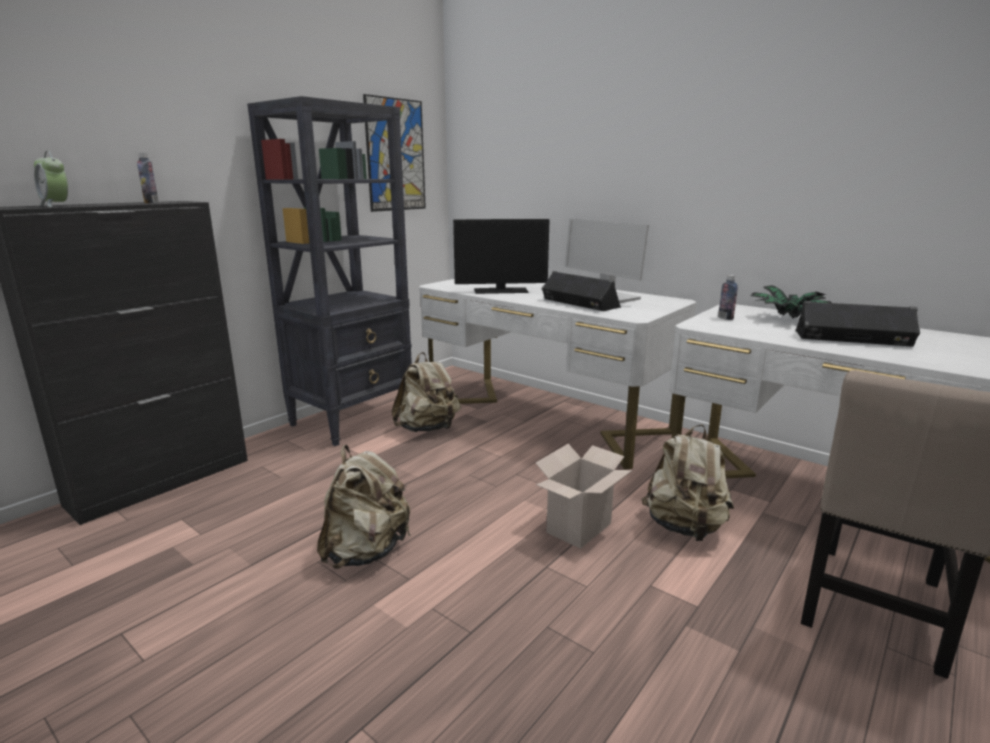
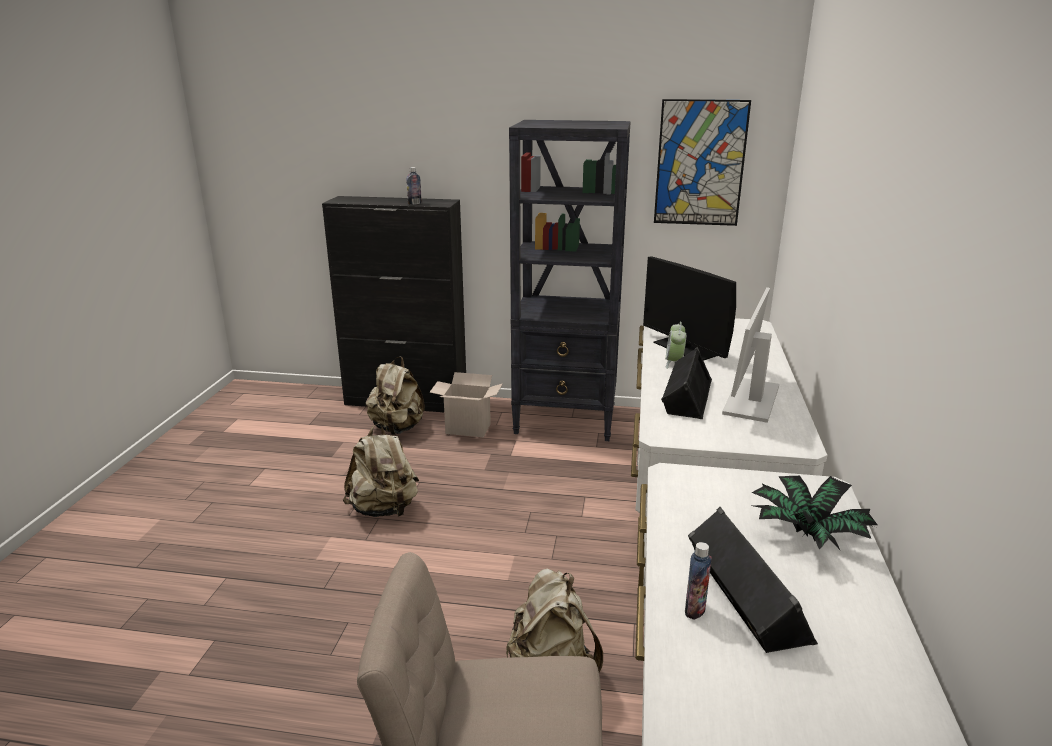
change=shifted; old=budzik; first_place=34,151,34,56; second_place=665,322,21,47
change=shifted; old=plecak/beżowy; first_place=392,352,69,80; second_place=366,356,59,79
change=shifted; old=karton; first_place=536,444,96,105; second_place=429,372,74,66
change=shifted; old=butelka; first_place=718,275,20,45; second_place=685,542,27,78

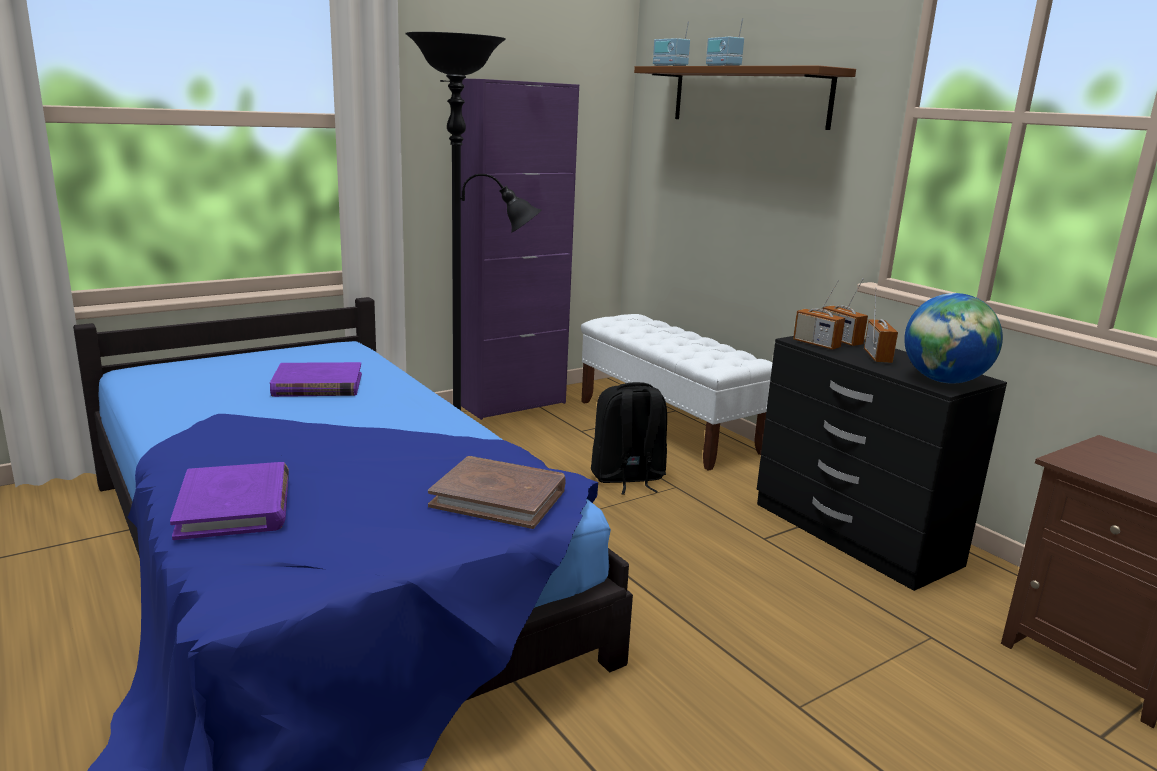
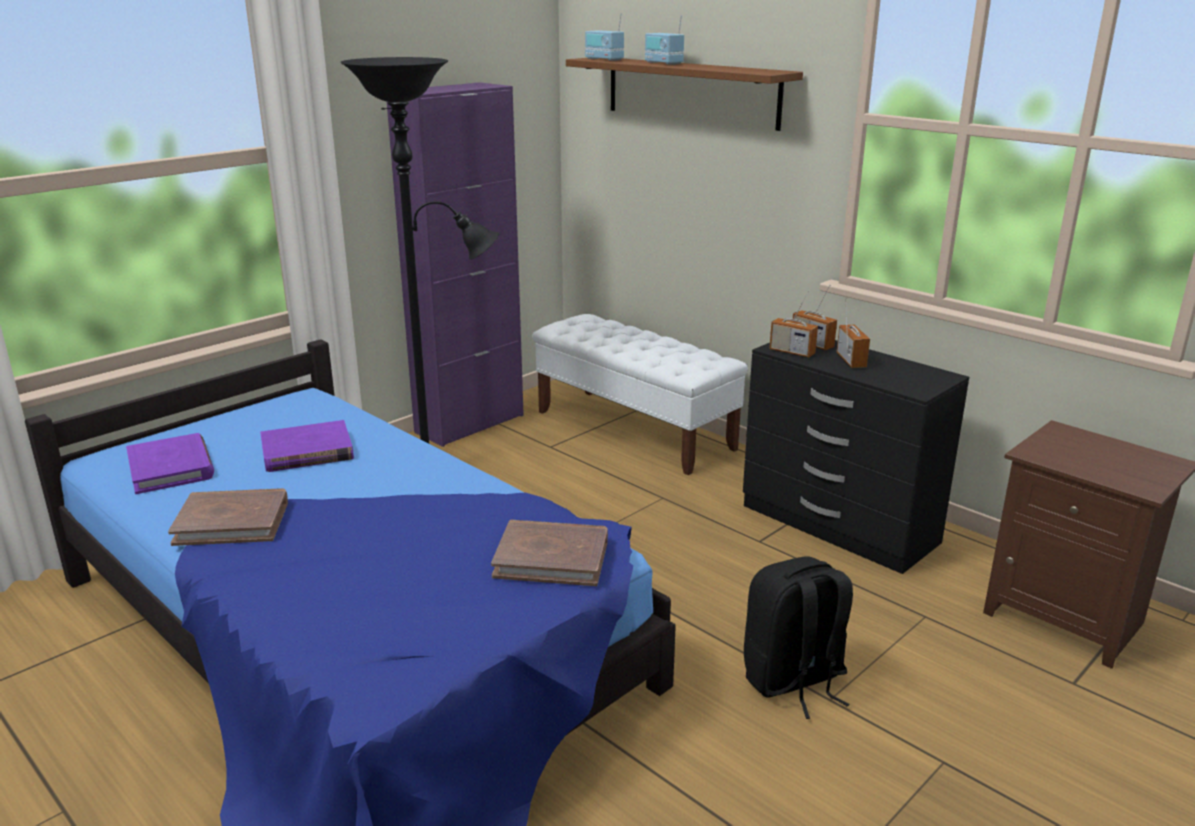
change=shifted; old=książka/fioletowy; first_place=170,462,119,78; second_place=126,433,88,61
change=shifted; old=plecak/czarny; first_place=591,382,76,113; second_place=744,556,109,163
change=gone; old=globus; first_place=904,293,99,91
change=new; new=książka/brązowy; second_place=168,488,120,58

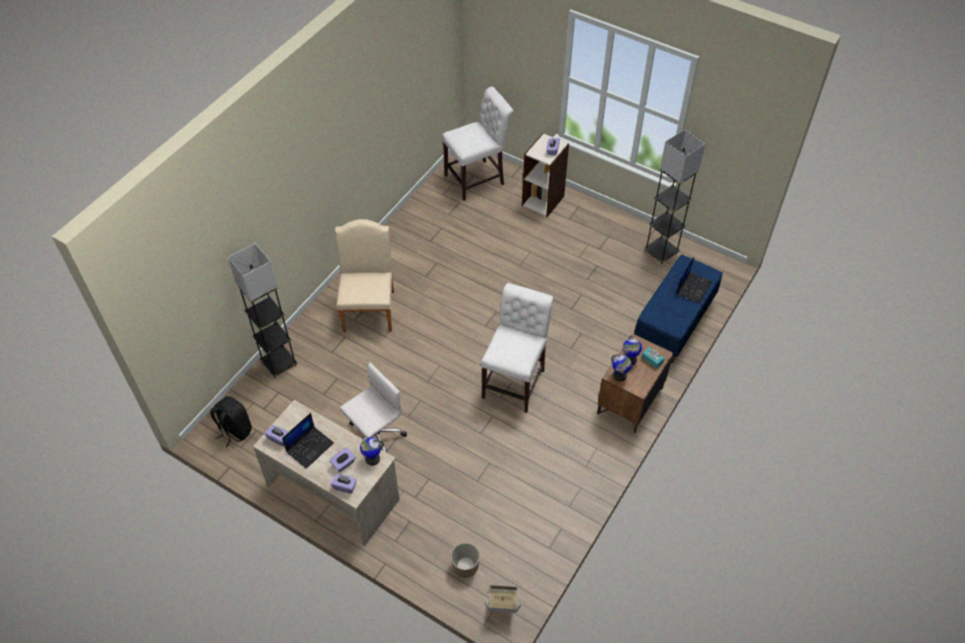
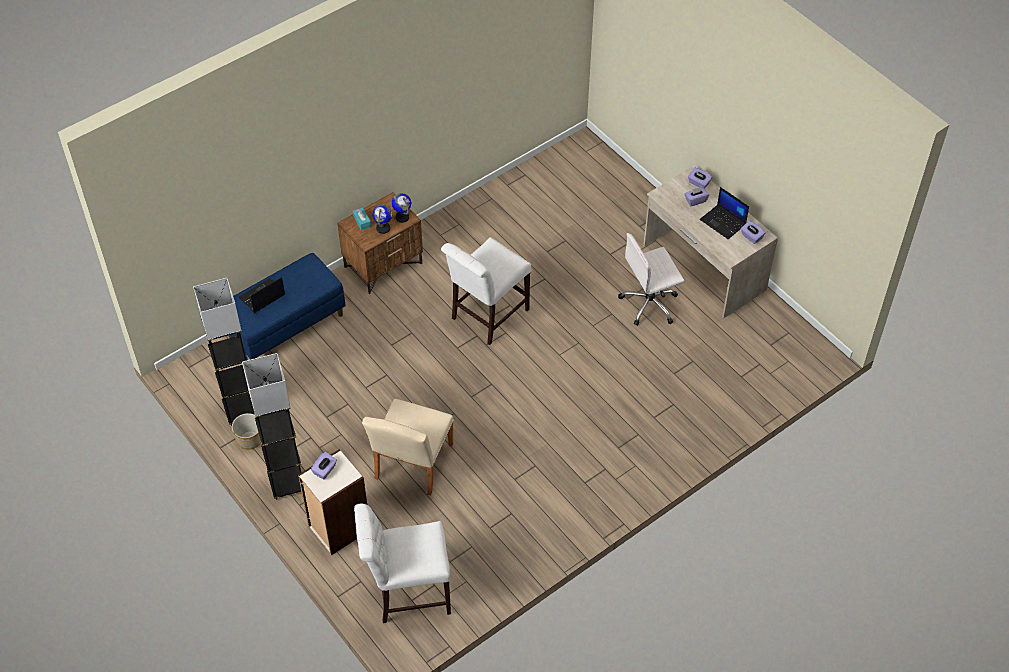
change=gone; old=plecak/czarny; first_place=210,396,42,51
change=shifted; old=lampa stojąca/szary; first_place=228,243,70,135; second_place=242,353,60,147
change=rotated; old=laptop; first_place=282,413,52,56; second_place=700,187,49,52; degrees=-105
change=shifted; old=krzesło/beżowy; first_place=335,219,59,113; second_place=362,399,92,97
change=gone; old=globus; first_place=360,437,24,29
change=shifted; old=donica; first_place=451,543,29,35; second_place=232,413,29,37
change=gone; old=karton; first_place=485,585,36,28

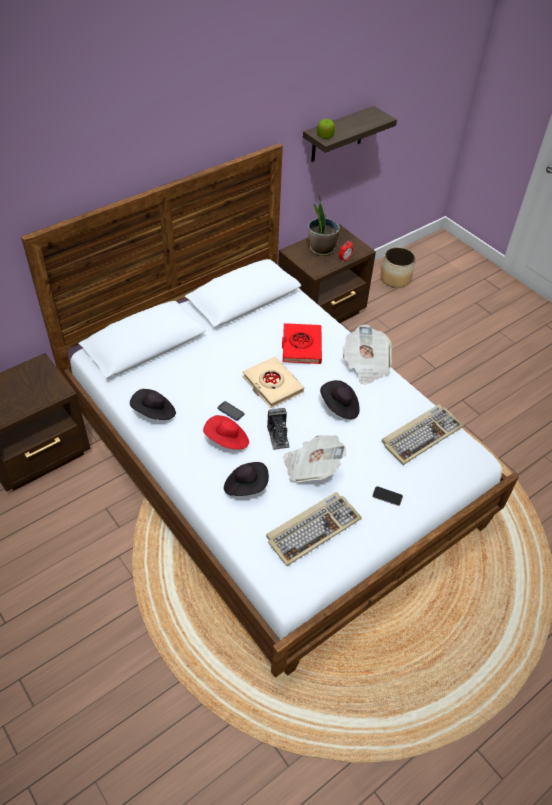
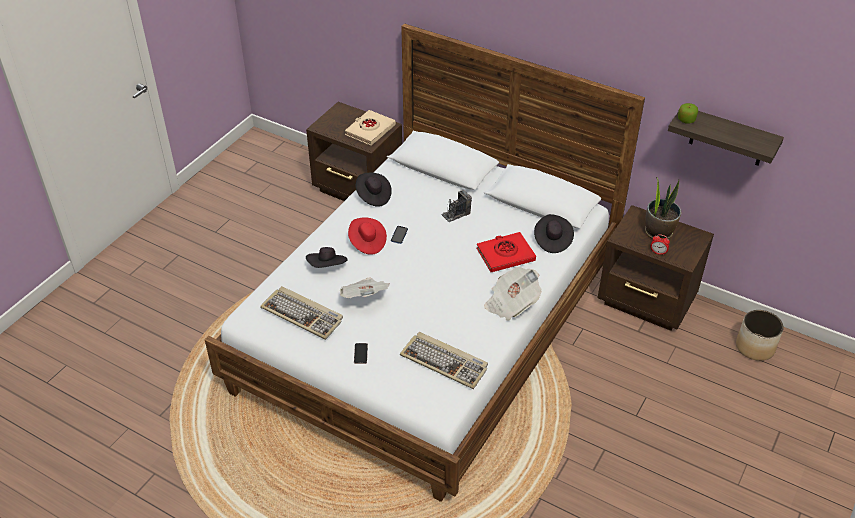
change=shifted; old=książka/beżowy; first_place=243,356,61,52; second_place=345,110,51,36
change=shifted; old=aparat fotograficzny; first_place=267,408,23,42; second_place=441,190,31,32
change=shifted; old=kapelusz/czarny; first_place=320,380,40,39; second_place=534,214,40,39

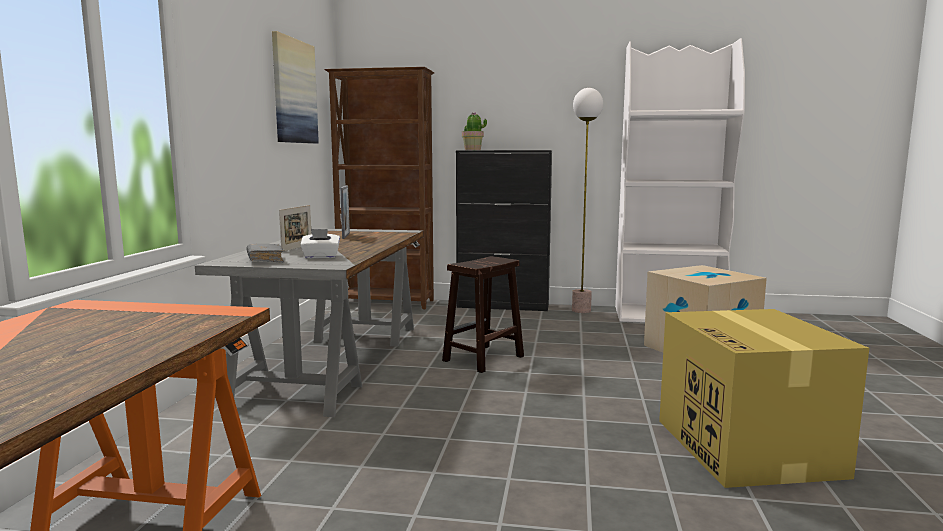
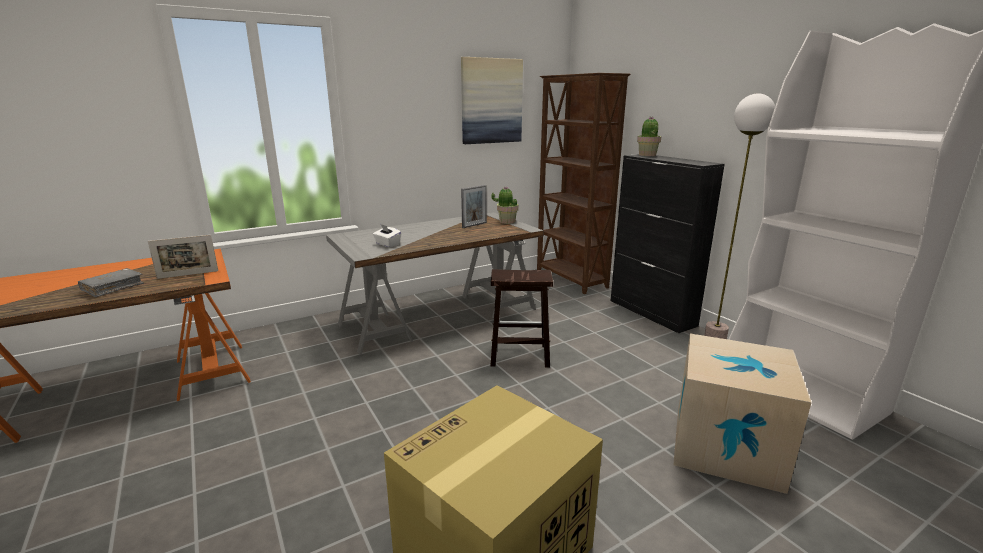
change=shifted; old=książka/szary; first_place=247,244,38,19; second_place=78,268,66,29
change=shifted; old=ramka na zdjęcie; first_place=279,205,32,47; second_place=148,235,70,44
change=new; new=roślina doniczkowa; second_place=491,187,28,37

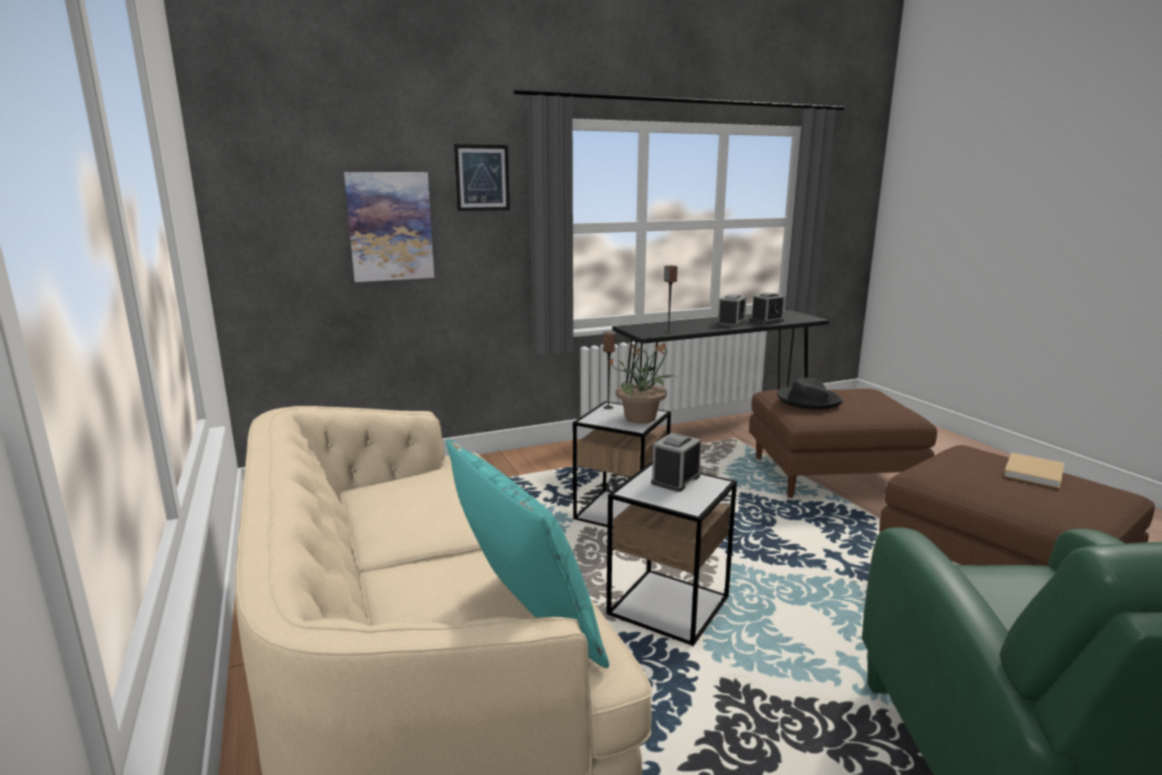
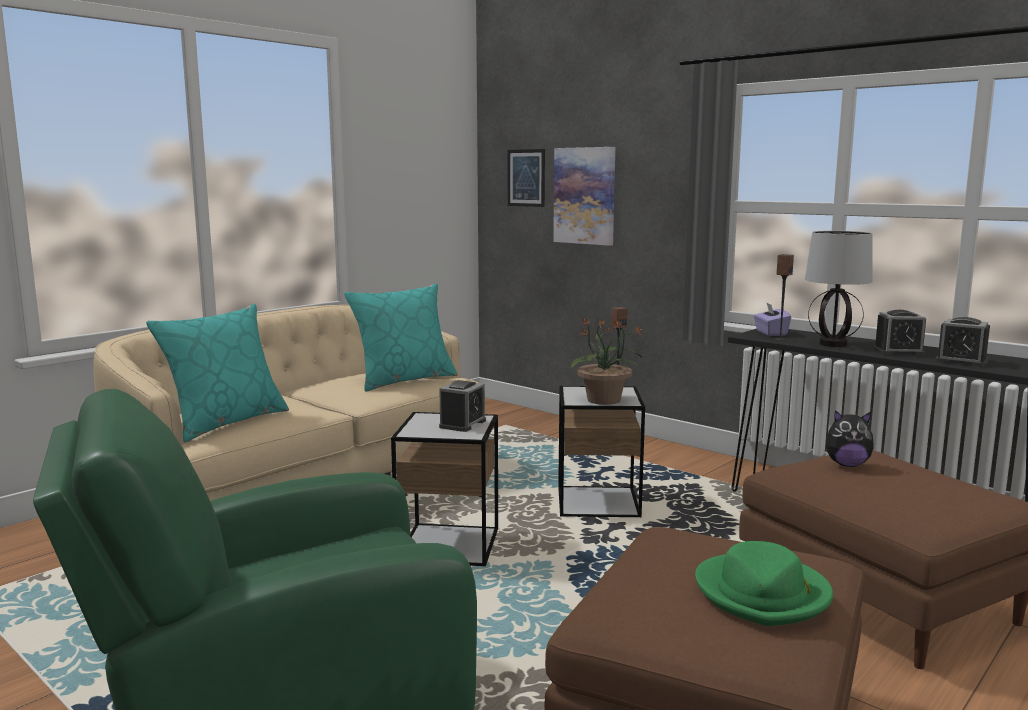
change=shifted; old=obraz; first_place=454,144,56,67; second_place=508,149,37,58
change=rotated; old=budzik; first_place=651,433,50,59; second_place=439,380,47,52; degrees=105
change=swapped; old=kapelusz/czarny; new=pluszak; first_place=777,378,66,32; second_place=826,410,48,57
change=swapped; old=książka/beżowy; new=kapelusz/zielony; first_place=1004,452,60,36; second_place=695,541,138,85
change=new; new=poduszka/turkusowy; second_place=344,283,114,109
change=new; new=pudełko chusteczek/fioletowy; second_place=754,302,37,34
change=new; new=lampa stołowa; second_place=805,231,68,116

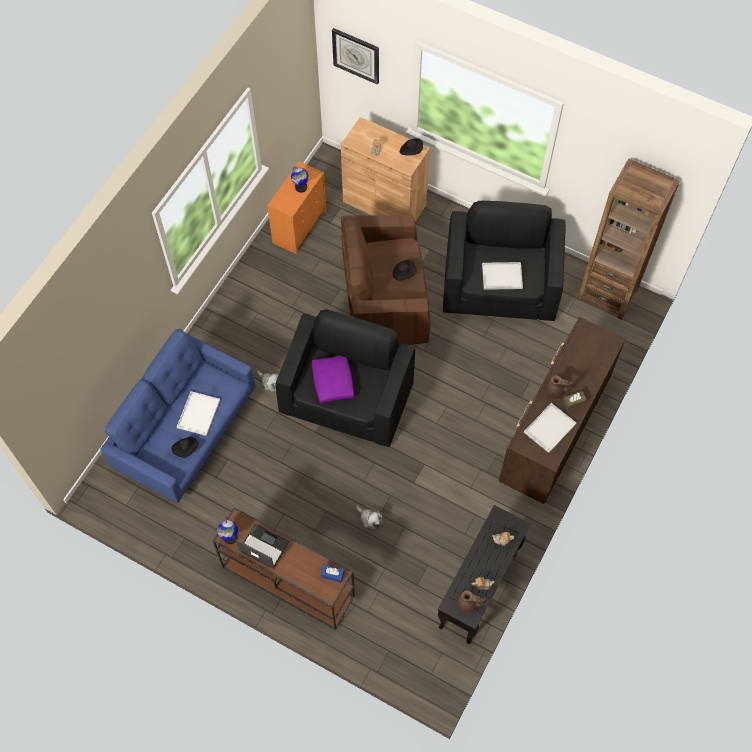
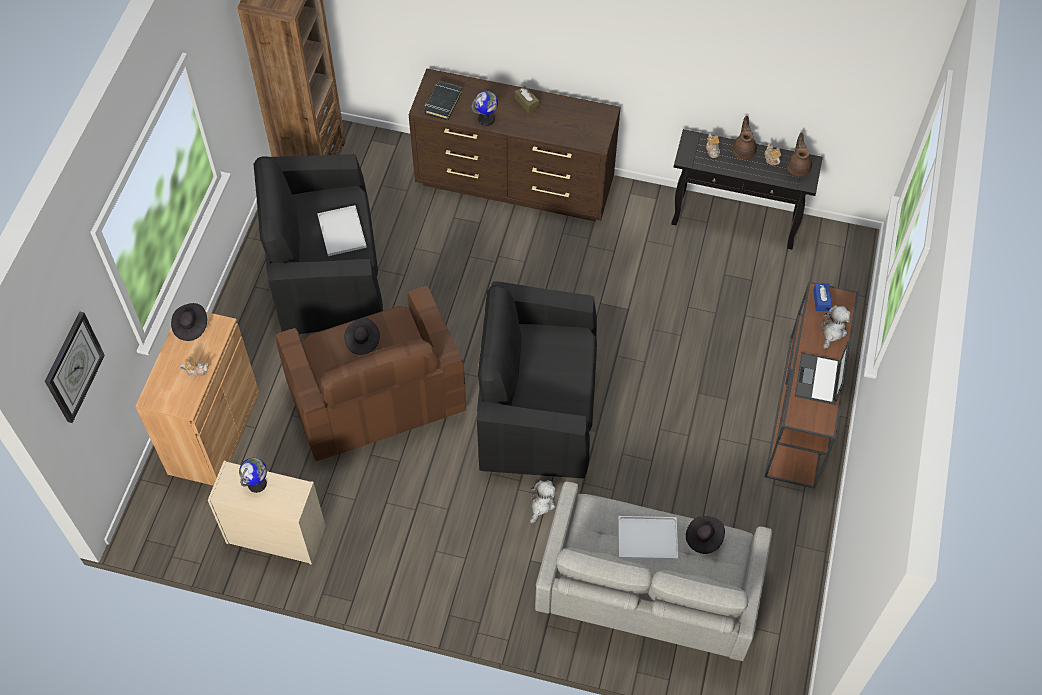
change=repainted; old=kanapa/niebieski; new=kanapa/szary; first_place=101,329,155,174; second_place=535,481,237,180
change=shifted; old=globus; first_place=217,517,21,27; second_place=472,91,26,35
change=repainted; old=komoda/pomarańczowy; new=komoda/beżowy; first_place=267,161,59,94; second_place=208,461,118,104
change=gone; old=poduszka/fioletowy; first_place=312,356,42,48
change=shifted; old=pluszak; first_place=356,506,27,23; second_place=822,305,29,44
change=gone; old=taca/biały; first_place=524,403,52,50
change=shifted; old=imbryk/brązowy; first_place=545,375,29,23; second_place=732,116,25,43
change=new; new=książka/czarny; second_place=424,81,38,40

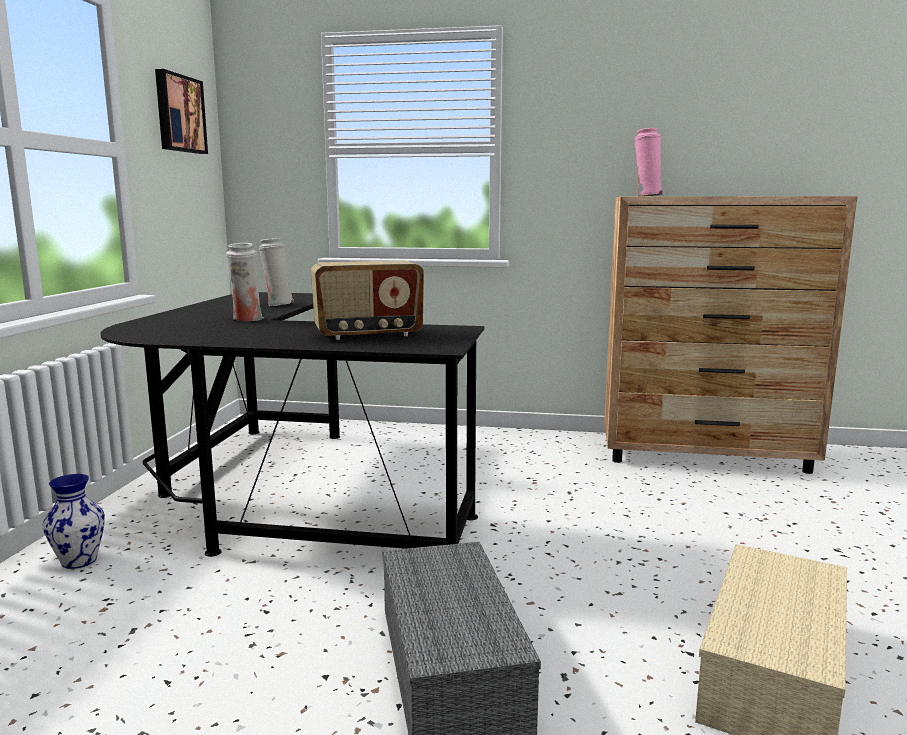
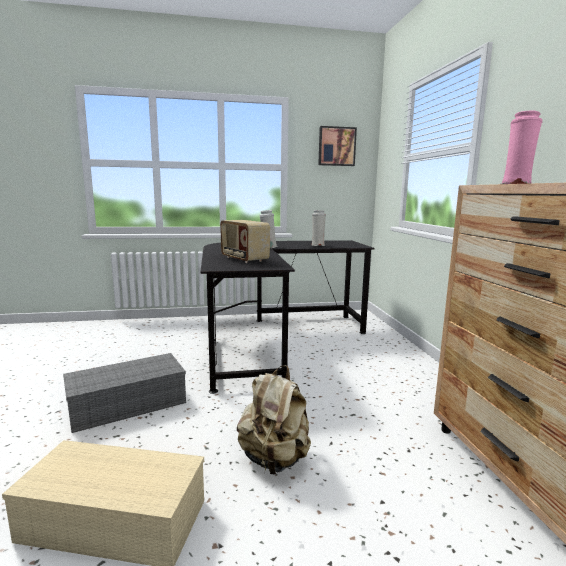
change=gone; old=wazon; first_place=42,474,63,95
change=new; new=plecak/beżowy; second_place=237,365,74,110

